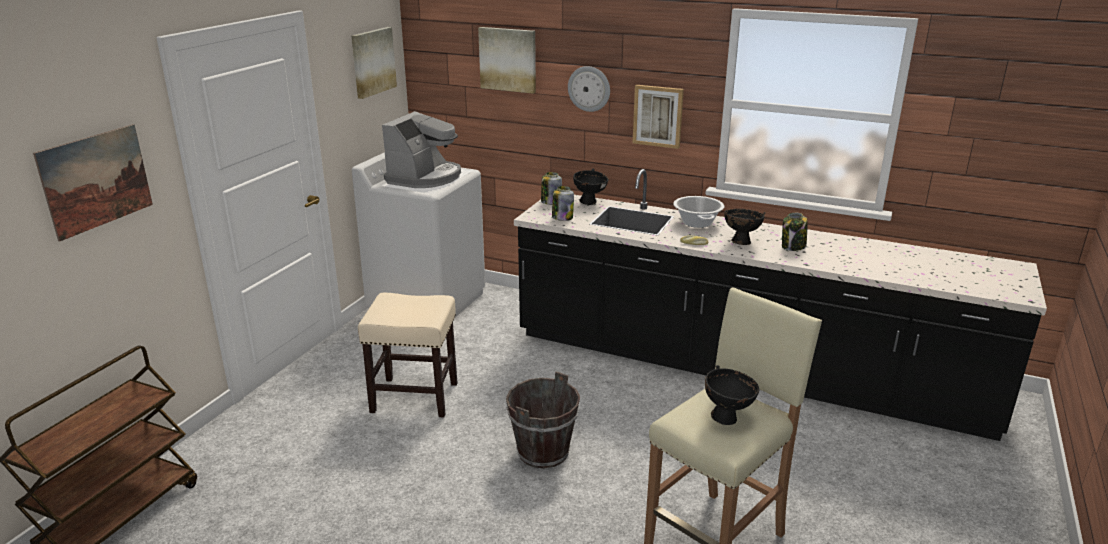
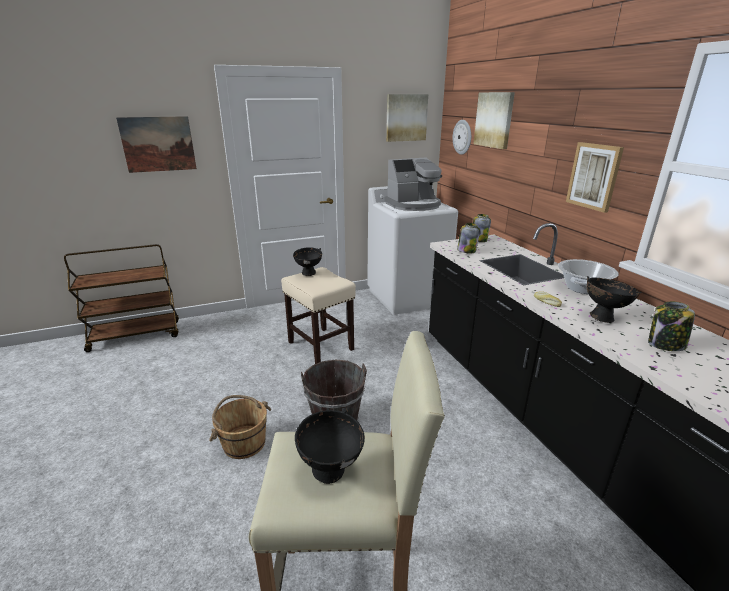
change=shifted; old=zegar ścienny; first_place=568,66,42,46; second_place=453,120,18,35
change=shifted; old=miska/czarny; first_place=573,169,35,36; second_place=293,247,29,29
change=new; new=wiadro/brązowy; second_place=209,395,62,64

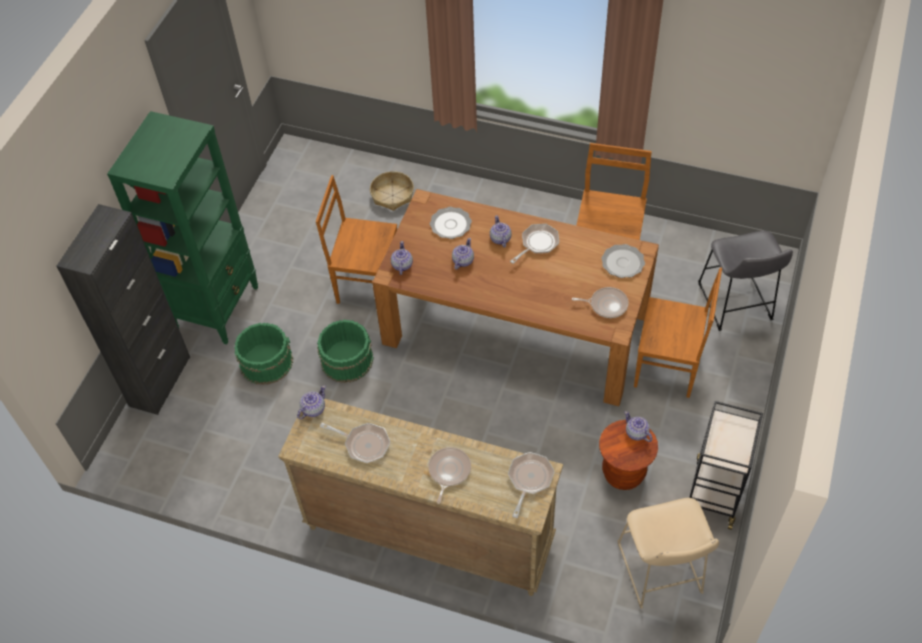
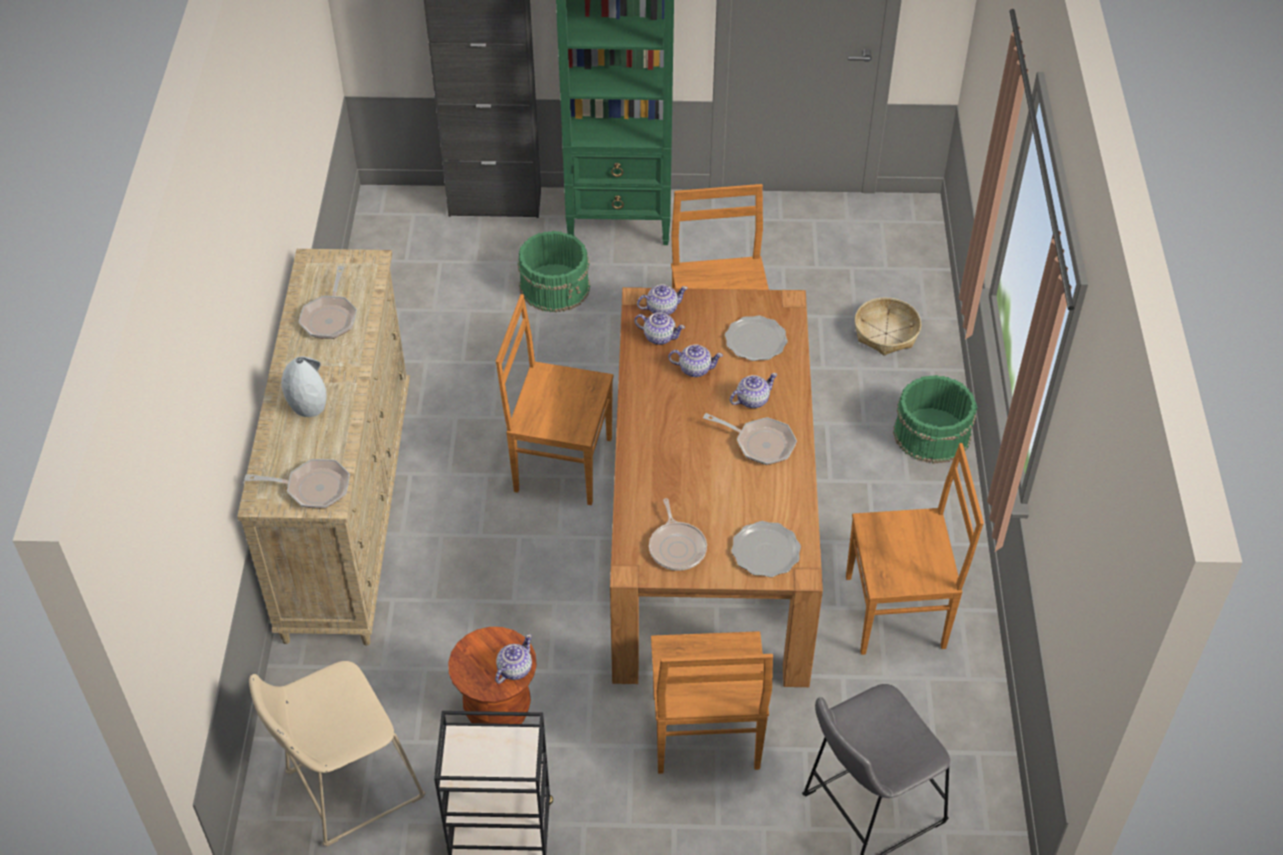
change=shifted; old=imbryk; first_place=297,385,29,34; second_place=635,312,50,33
change=shifted; old=wiadro/zielony; first_place=317,320,57,63; second_place=893,375,85,89
change=swapped; old=patelnia; new=wazon/szary; first_place=428,447,43,57; second_place=281,356,46,61
change=new; new=krzesło/brązowy; second_place=496,294,117,211

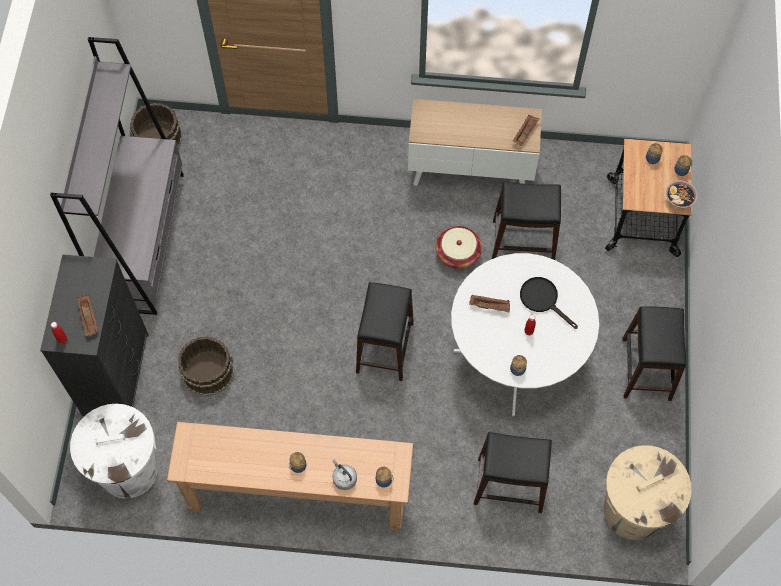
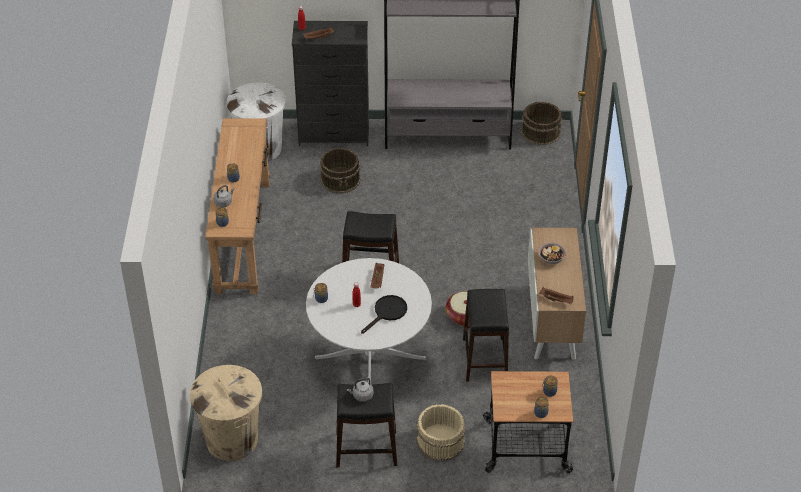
change=gone; old=stołek/czarny; first_place=474,432,78,81
change=shifted; old=miska; first_place=666,180,32,28; second_place=538,243,28,21
change=new; new=czajnik/szary; second_place=347,378,26,24
change=new; new=wiadro/beżowy; second_place=417,404,48,57

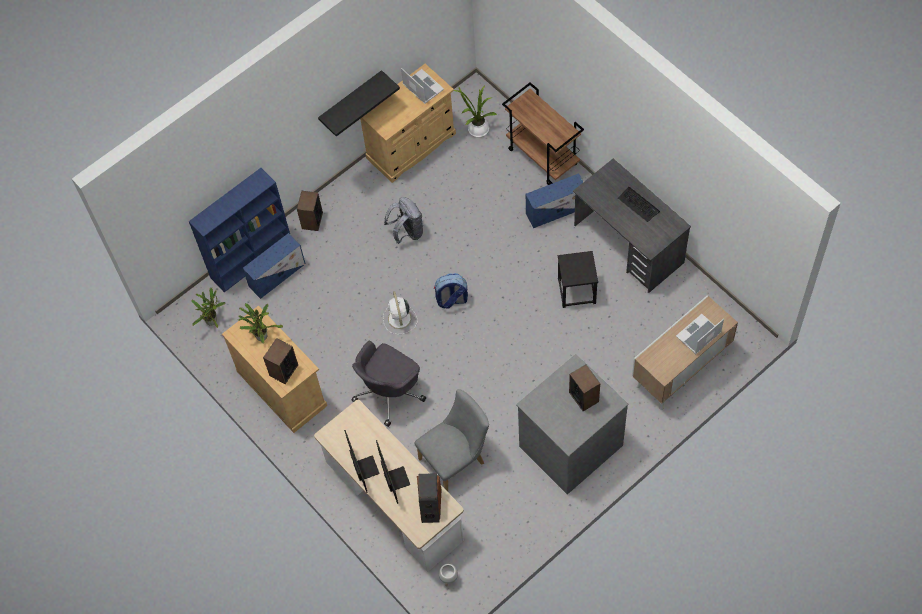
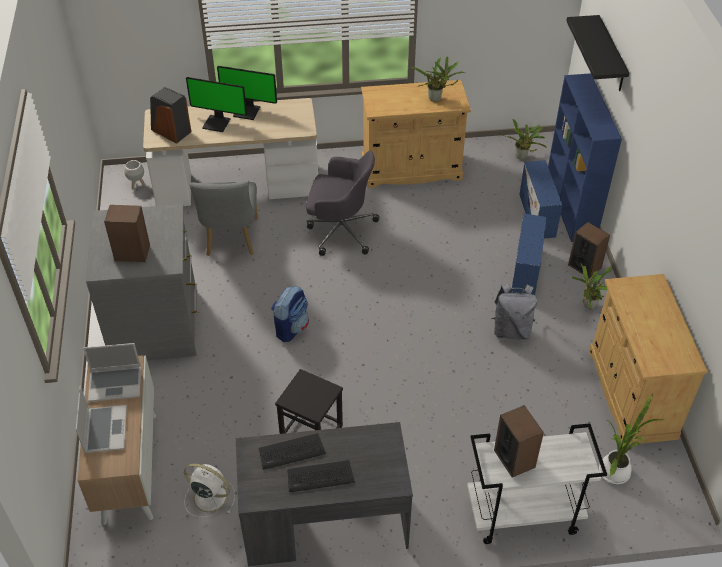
change=shifted; old=głośnik; first_place=263,338,35,46; second_place=494,405,50,72
change=shifted; old=półka/czarny; first_place=318,70,82,67; second_place=566,15,63,76
change=rotated; old=krzesło biurowe/szary; first_place=351,341,75,86; second_place=306,151,73,105; degrees=120
change=shifted; old=wentylator/biały; first_place=383,291,35,43; second_place=184,463,51,54
change=shifted; old=laptop; first_place=401,68,43,36; second_place=83,343,58,59
change=shifted; old=plecak; first_place=434,273,34,36; second_place=271,286,38,56
change=repainted; old=wózek/brązowy; new=wózek/biały; first_place=502,82,82,103; second_place=467,423,140,121
change=shifted; old=pojemnik do przechowywania/niebieski; first_place=526,173,57,55; second_place=512,214,35,81
change=new; new=klawiatura; second_place=258,433,68,36
change=new; new=roślina doniczkowa; second_place=572,263,41,46

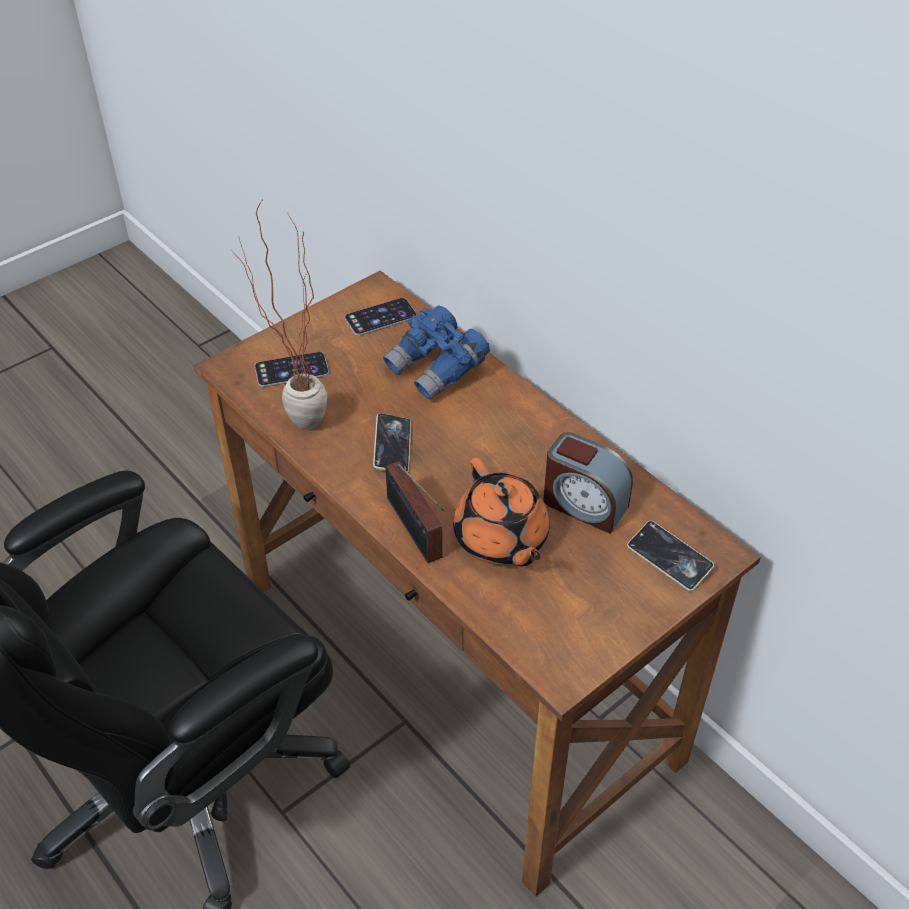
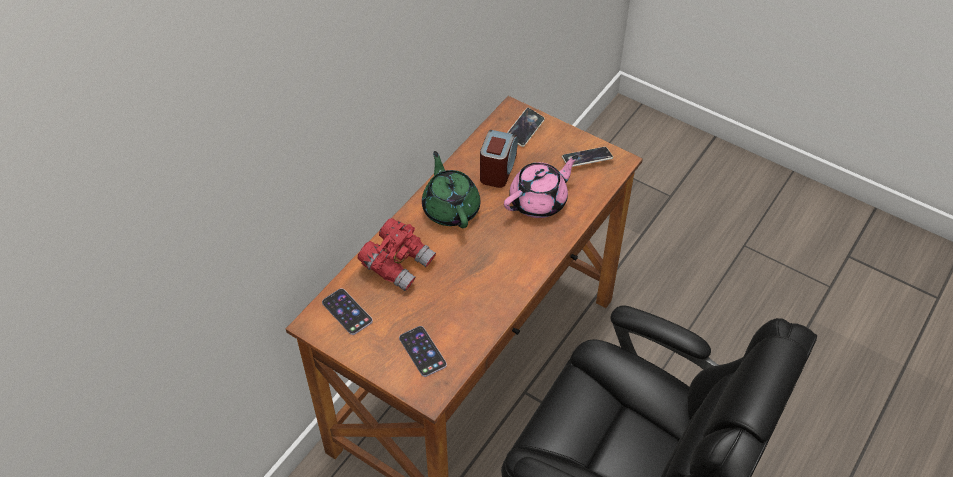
change=gone; old=roślina doniczkowa; first_place=232,198,95,232
change=shifted; old=telefon; first_place=373,413,38,59; second_place=562,147,51,20
change=repainted; old=lornetka/niebieski; new=lornetka/czerwony; first_place=383,306,107,94; second_place=358,218,78,73
change=gone; old=radio; first_place=385,461,59,102
change=repainted; old=imbryk/pomarańczowy; new=imbryk/różowy; first_place=453,458,97,108; second_place=504,155,74,63
change=new; new=imbryk/zielony; second_place=422,151,58,77

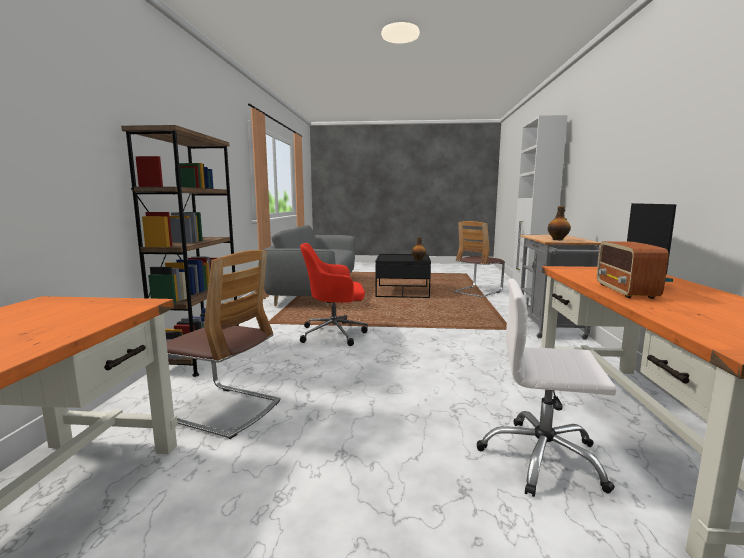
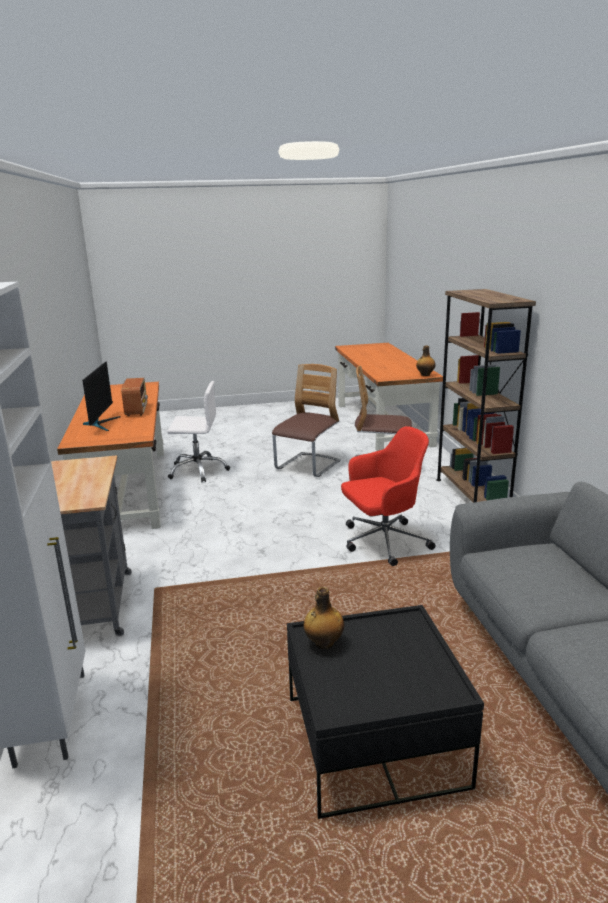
change=shifted; old=krzesło; first_place=453,221,52,76; second_place=272,364,69,113
change=shifted; old=butelka; first_place=548,206,23,34; second_place=416,345,19,31

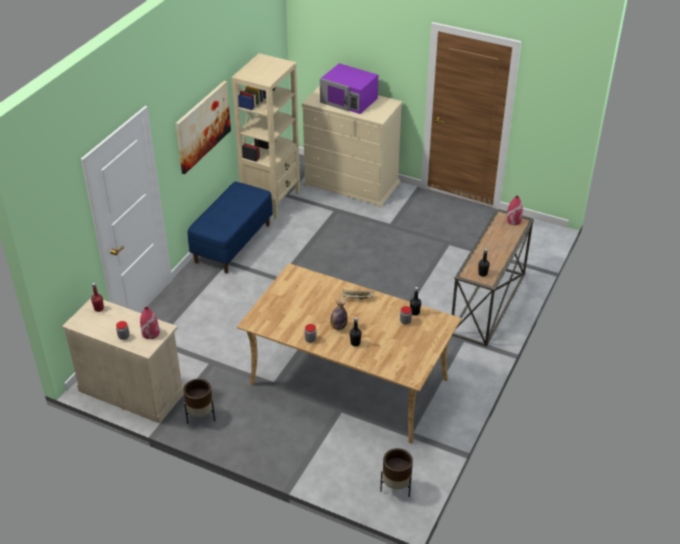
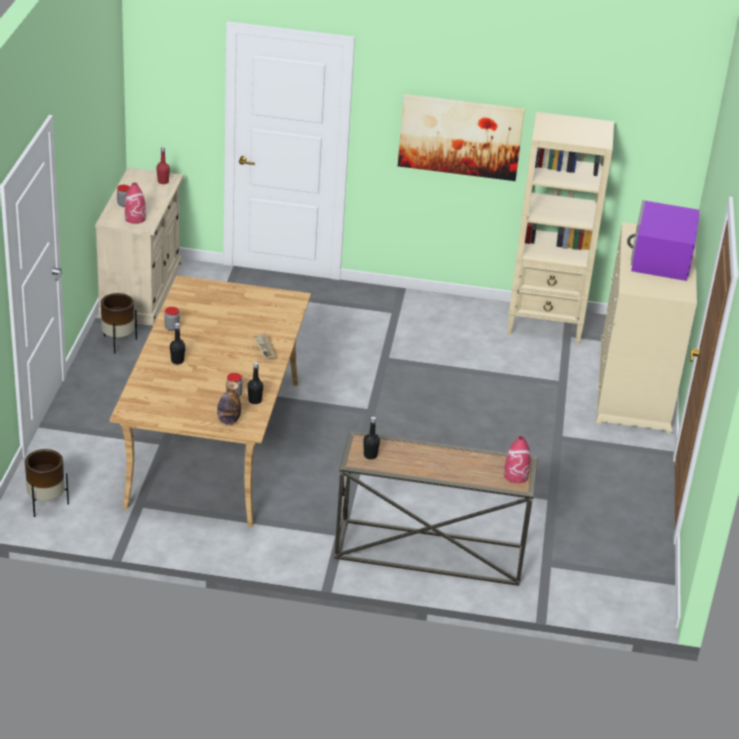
change=gone; old=ławka/niebieski; first_place=188,181,85,92
change=shifted; old=butelka; first_place=330,299,18,31; second_place=217,381,24,44

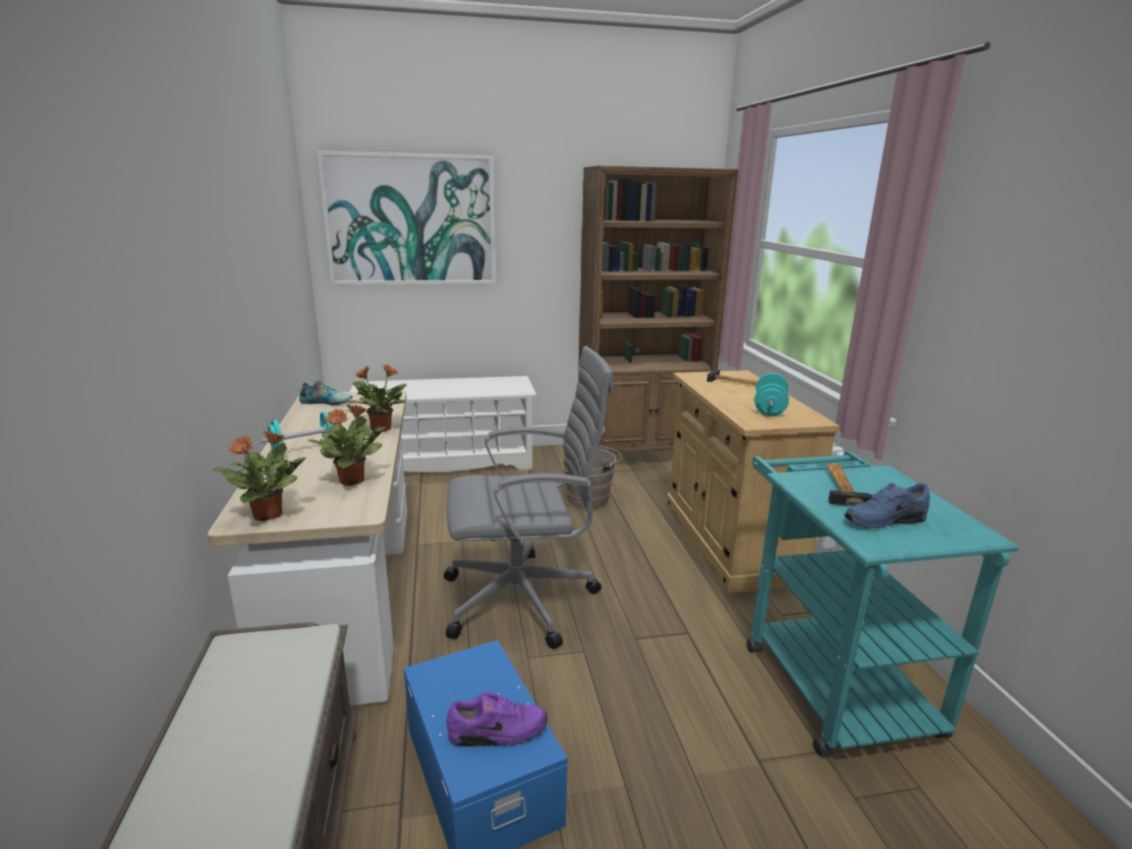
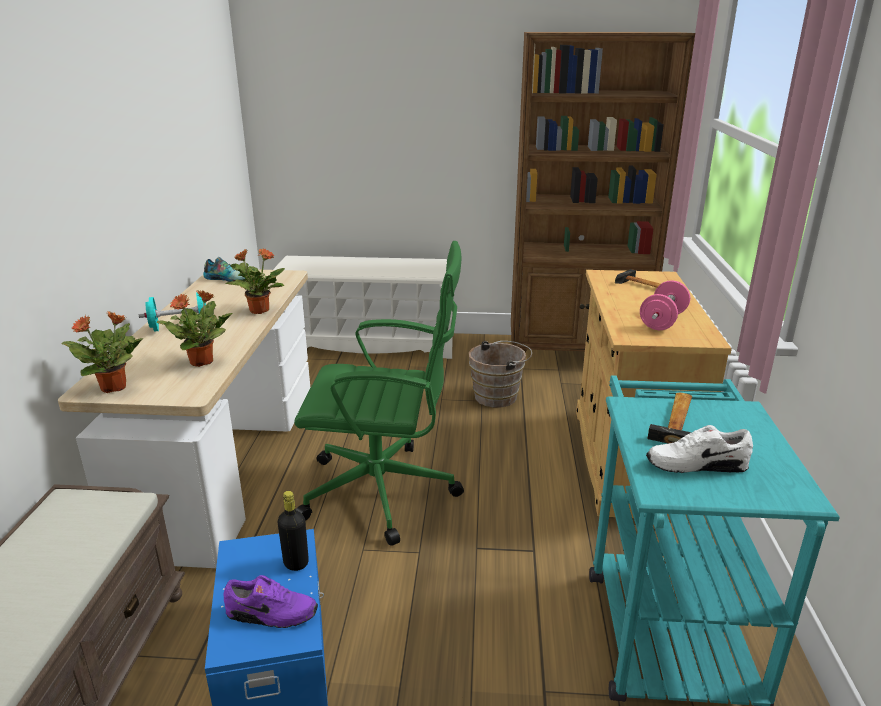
change=gone; old=obraz; first_place=317,151,179,134
change=repainted; old=krzesło biurowe/szary; new=krzesło biurowe/zielony; first_place=444,346,170,303; second_place=294,241,170,305
change=repainted; old=hantel/turkusowy; new=hantel/różowy; first_place=754,373,35,43; second_place=640,280,50,50
change=repainted; old=but/niebieski; new=but/biały; first_place=844,483,86,45; second_place=646,425,107,48
change=new; new=butelka/czarny; second_place=277,491,32,80

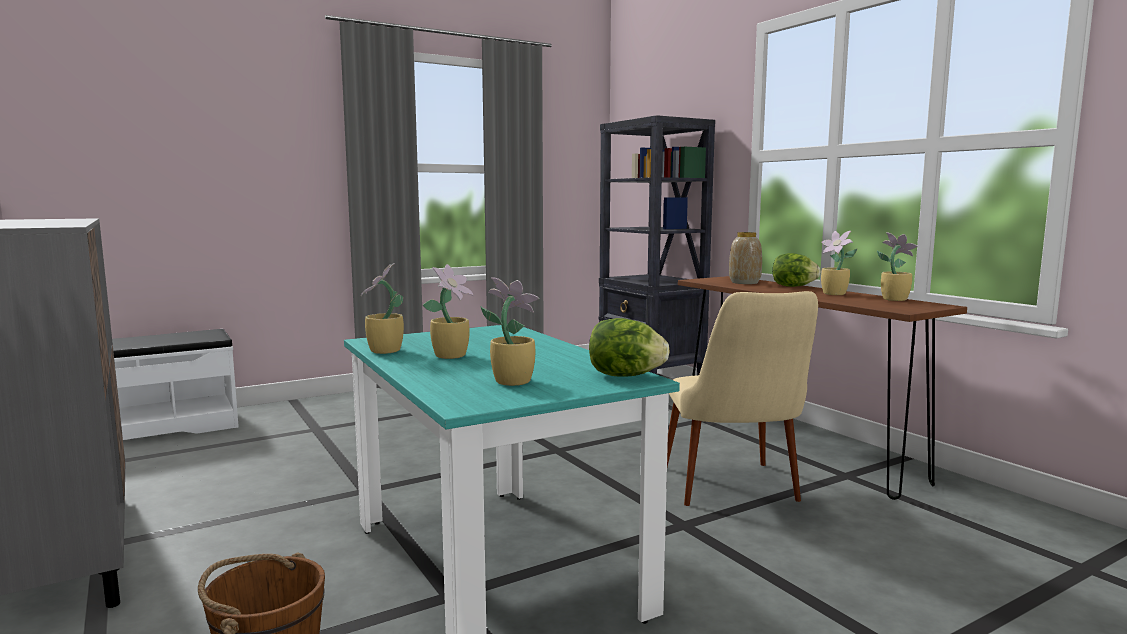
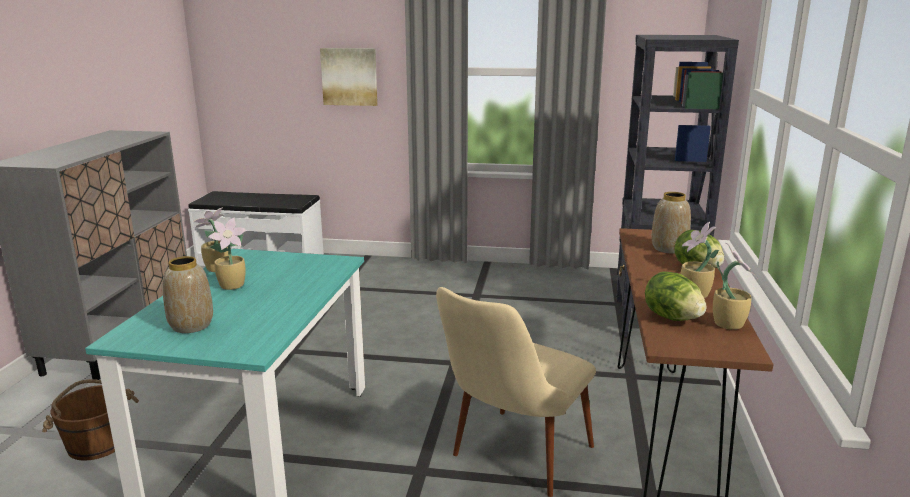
change=swapped; old=roślina doniczkowa; new=wazon; first_place=480,277,59,109; second_place=162,256,51,77
change=shifted; old=sałata; first_place=589,318,81,59; second_place=645,272,61,49
change=new; new=obraz; second_place=320,48,58,58

